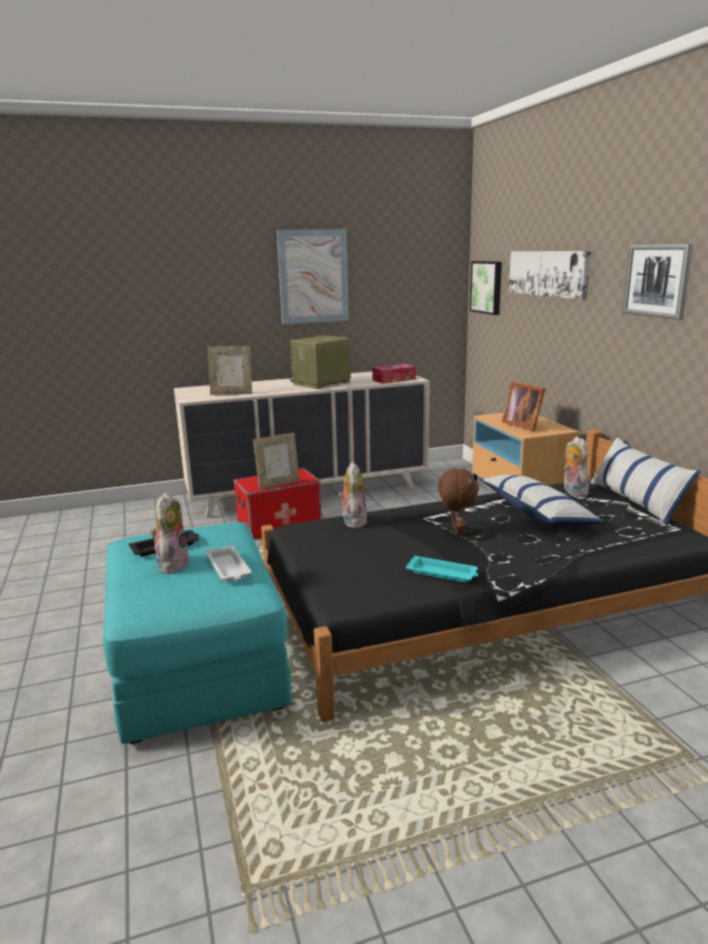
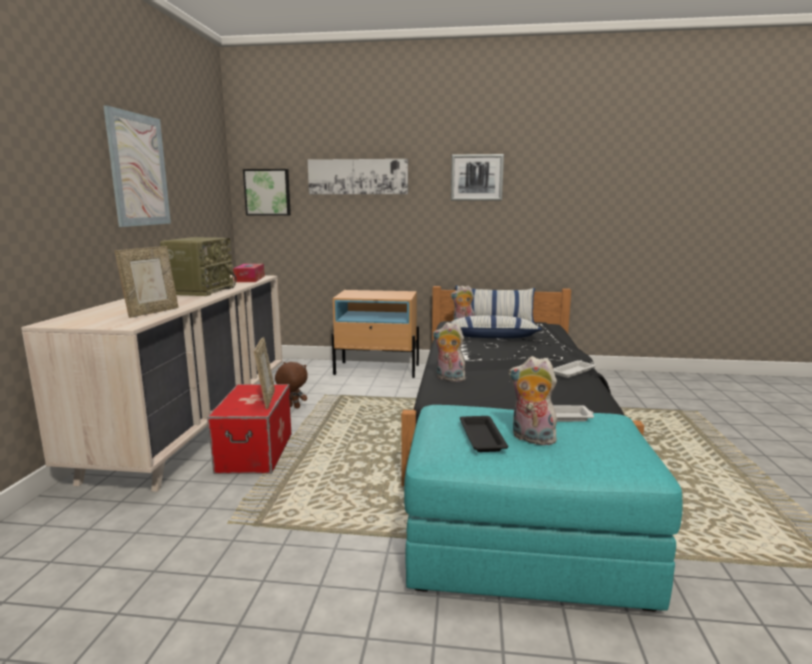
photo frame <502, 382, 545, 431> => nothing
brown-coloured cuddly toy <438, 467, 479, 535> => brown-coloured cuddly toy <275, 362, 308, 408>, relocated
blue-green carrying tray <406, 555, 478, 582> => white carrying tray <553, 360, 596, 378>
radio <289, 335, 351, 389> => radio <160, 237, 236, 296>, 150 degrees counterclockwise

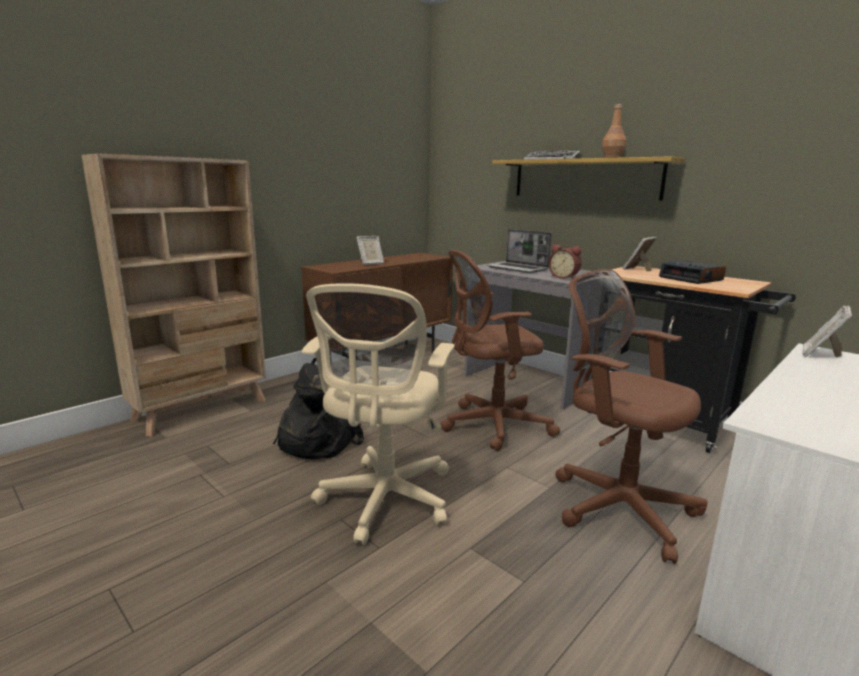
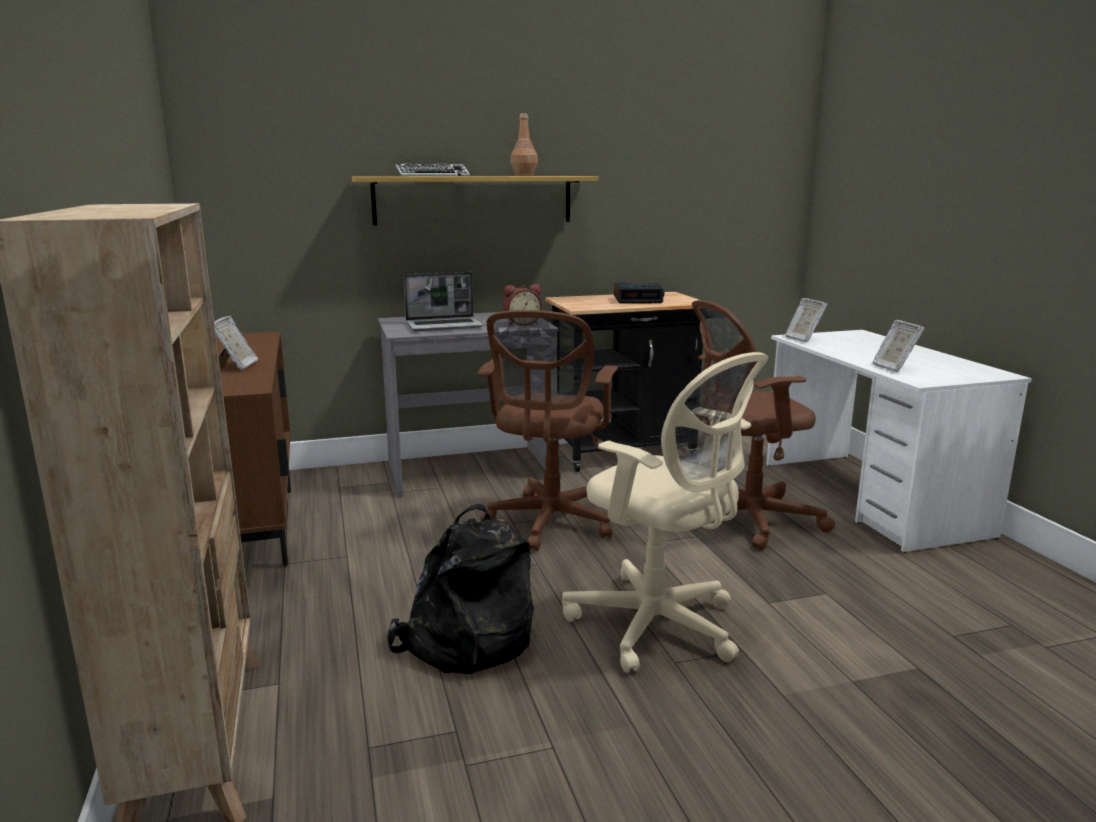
photo frame <622, 237, 657, 271> => photo frame <872, 320, 924, 372>, relocated

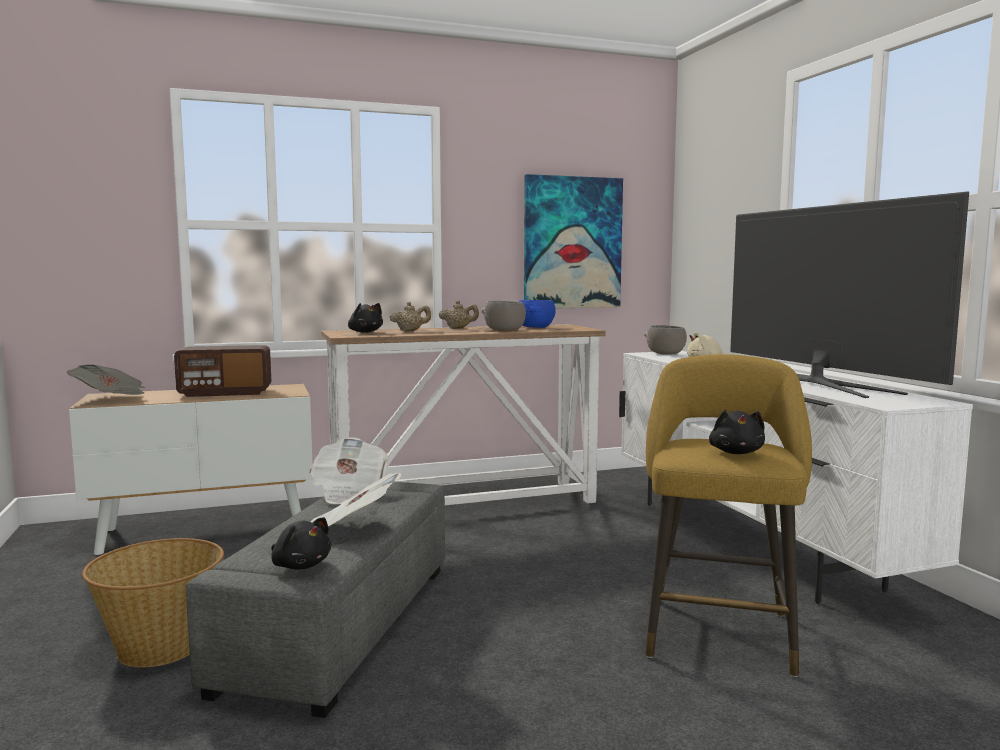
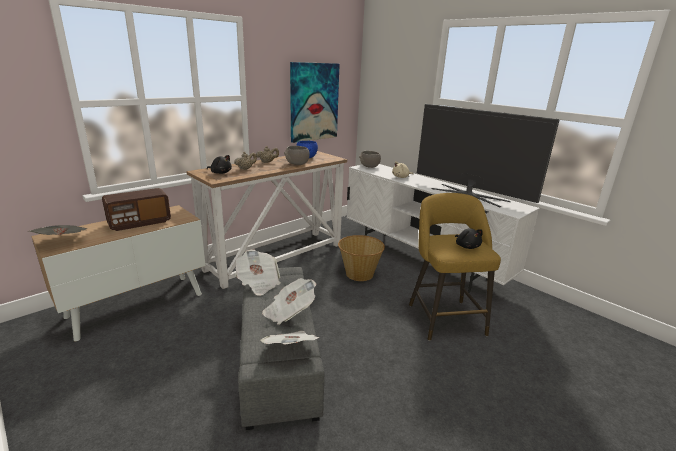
storage basket <82, 538, 224, 668> => storage basket <338, 235, 385, 281>, relocated
blackish cuddly toy <271, 517, 331, 570> => daily paper <261, 331, 320, 345>

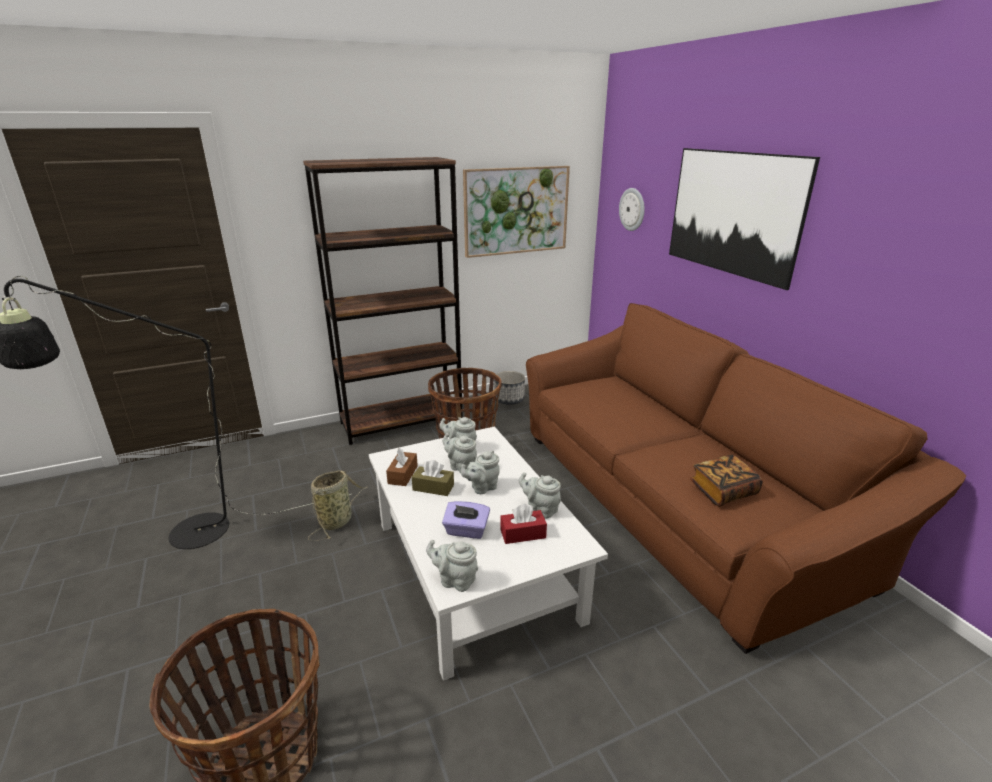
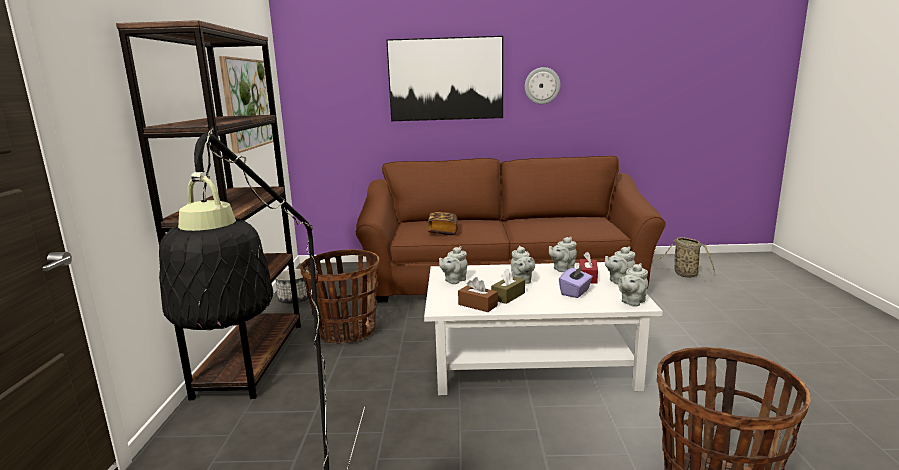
storage basket <308, 471, 367, 541> => storage basket <652, 237, 715, 279>, relocated
grey pot for tea <442, 433, 477, 473> => grey pot for tea <605, 247, 635, 284>, relocated
hanging clock <619, 188, 645, 231> => hanging clock <525, 67, 560, 104>, relocated
book <690, 455, 763, 506> => book <428, 212, 458, 235>, relocated

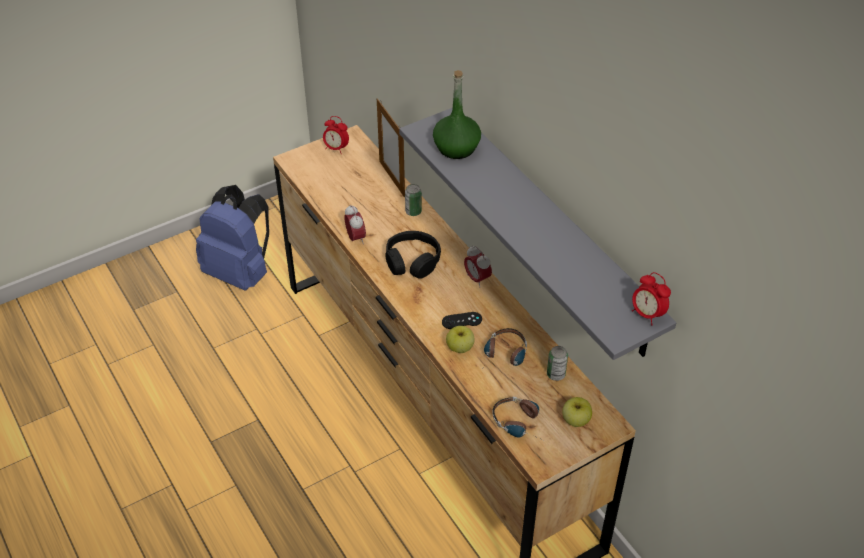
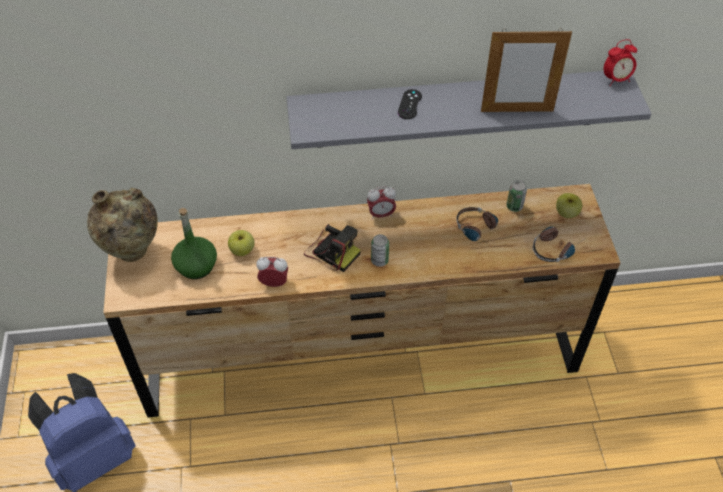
photo frame <377, 98, 405, 197> => photo frame <481, 28, 572, 112>, relocated
metal can <405, 184, 422, 216> => metal can <371, 234, 389, 267>, relocated
green-coloured drink bottle <433, 70, 481, 159> => green-coloured drink bottle <171, 208, 217, 279>, relocated
blackish joypad <442, 312, 482, 329> => blackish joypad <398, 89, 422, 119>, relocated
whole apple <446, 326, 475, 353> => whole apple <228, 230, 254, 256>, relocated
alarm clock <323, 116, 349, 154> => beige-coloured vase <87, 188, 158, 262>
blackish headphones <385, 231, 441, 279> => photo camera <304, 224, 361, 272>

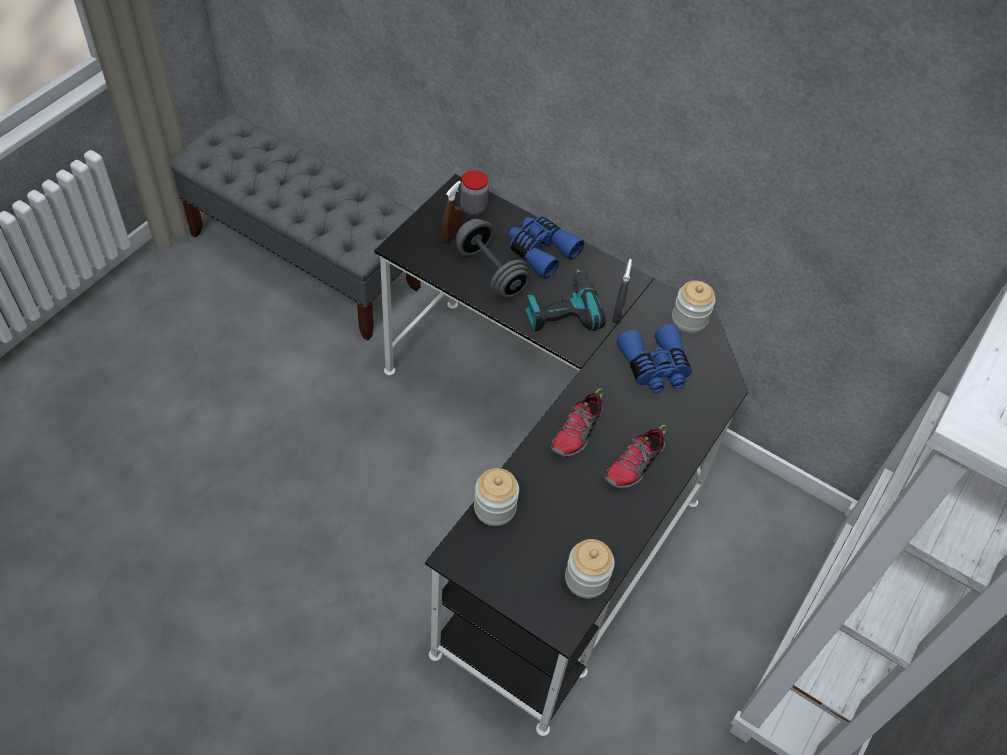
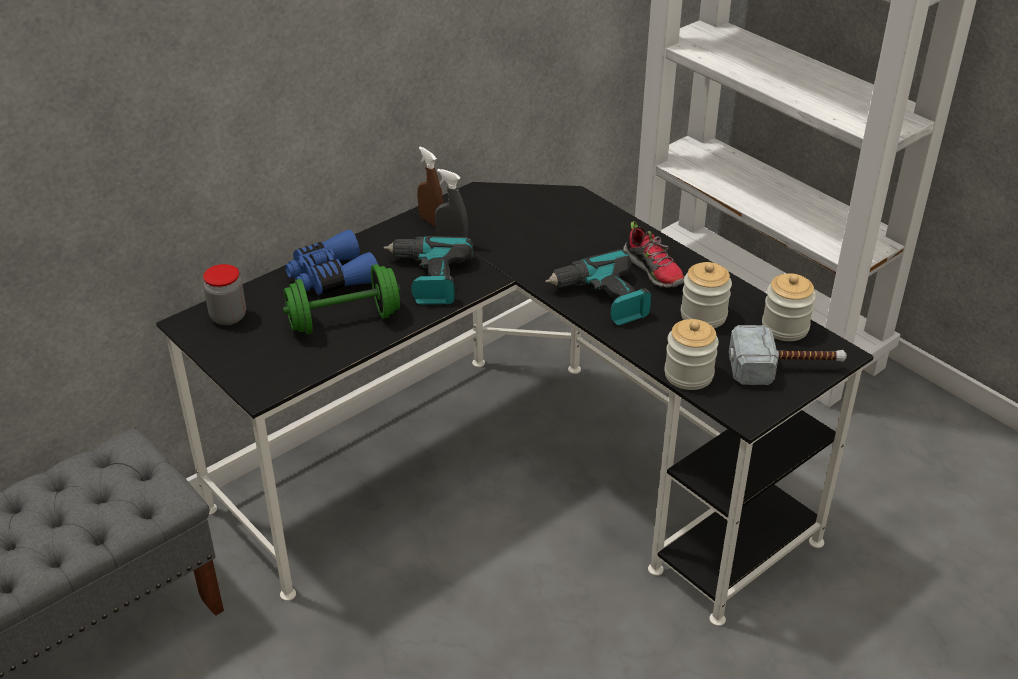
blue binoculars <617, 324, 692, 393> => nothing
nothing => tool hammer <729, 325, 847, 385>
brown-coloured sprayer <441, 181, 463, 243> => brown-coloured sprayer <417, 146, 443, 227>, relocated
jar <672, 280, 716, 333> => jar <681, 262, 732, 328>, relocated
shoe <551, 388, 603, 457> => power drill <545, 249, 652, 325>
grey dumbbell <456, 219, 530, 298> => green-coloured dumbbell <283, 264, 400, 334>

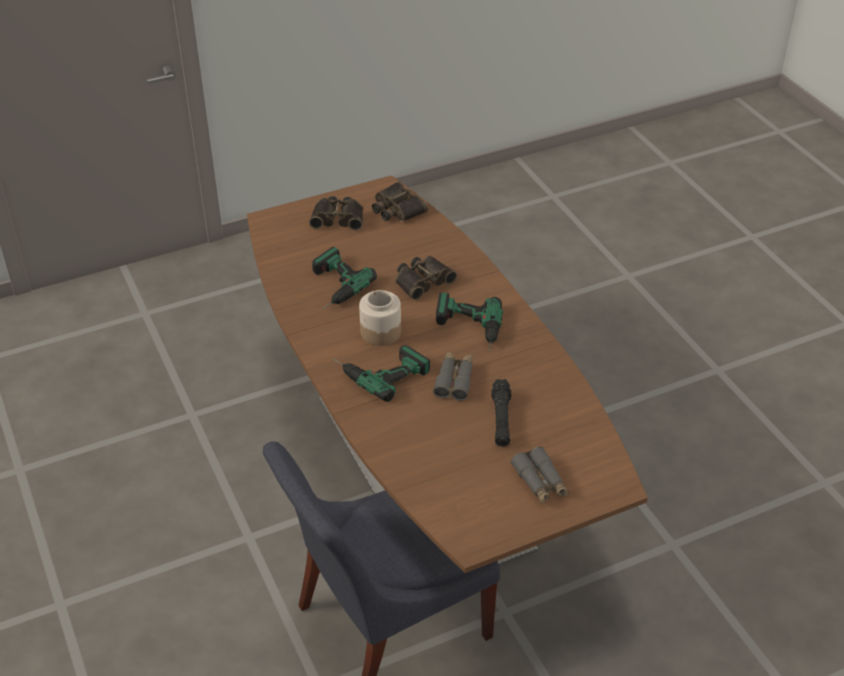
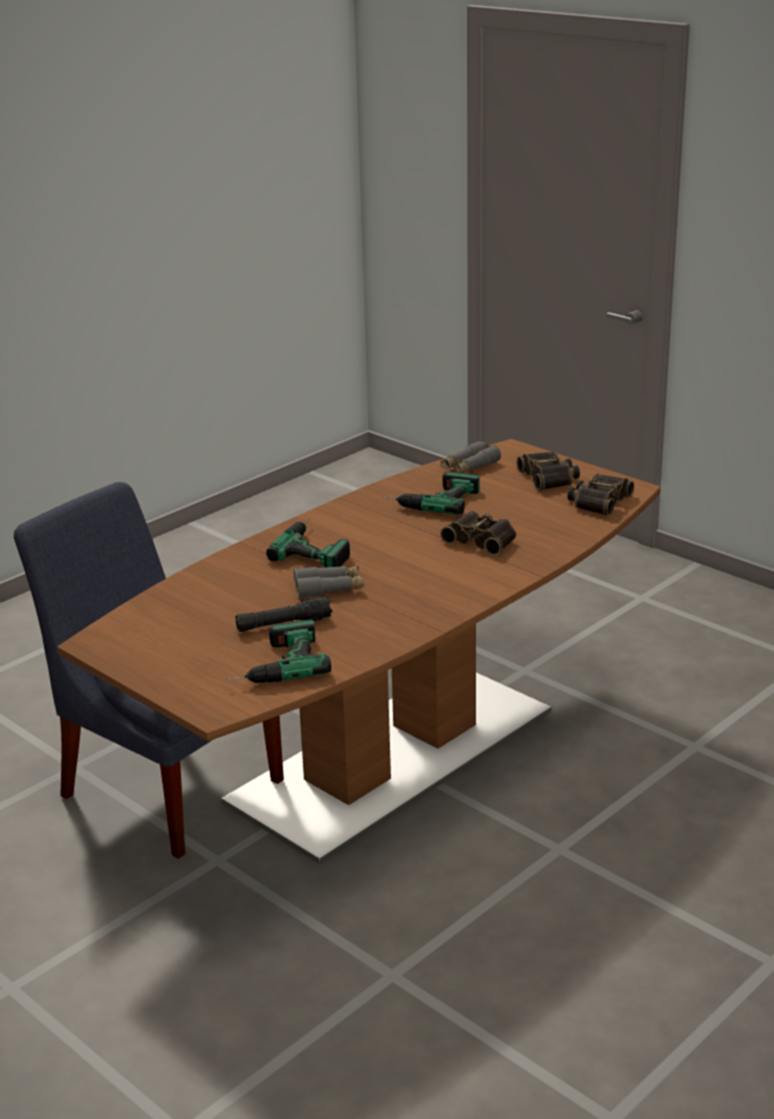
jar <359, 290, 401, 346> => nothing
power drill <436, 293, 503, 352> => power drill <226, 619, 331, 683>, relocated
grey binoculars <511, 447, 569, 504> => grey binoculars <440, 441, 501, 473>, relocated

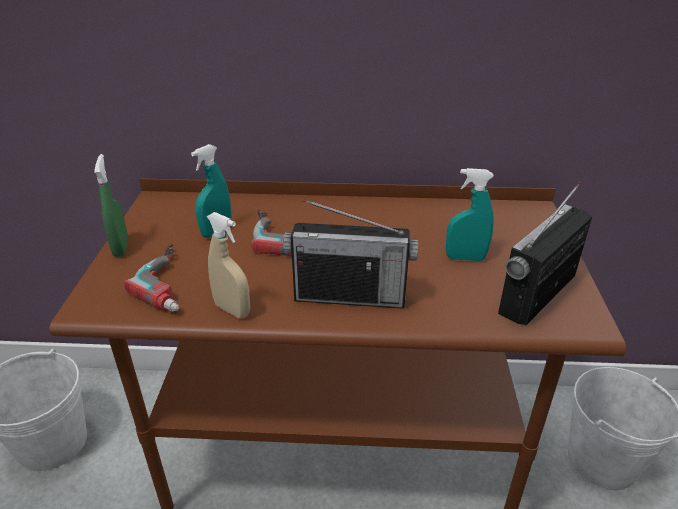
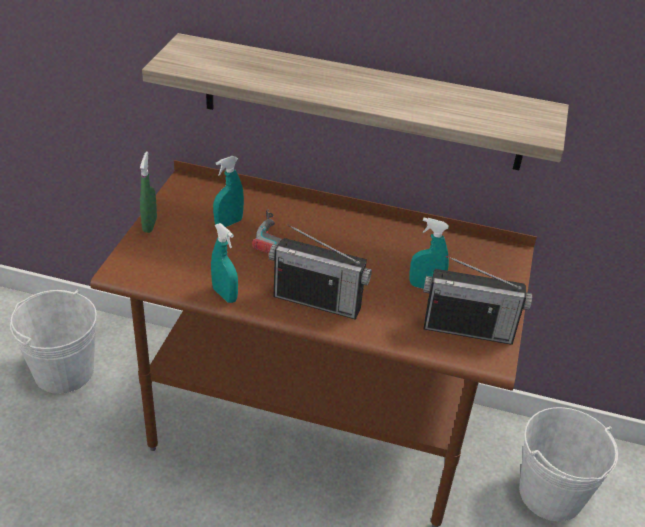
power drill <124, 244, 180, 312> => nothing
nothing => bracket shelf <142, 33, 569, 170>
beige-coloured sprayer <207, 212, 250, 318> => blue-green sprayer <211, 223, 238, 303>
radio <498, 182, 592, 325> => radio <423, 255, 532, 345>, 135 degrees counterclockwise

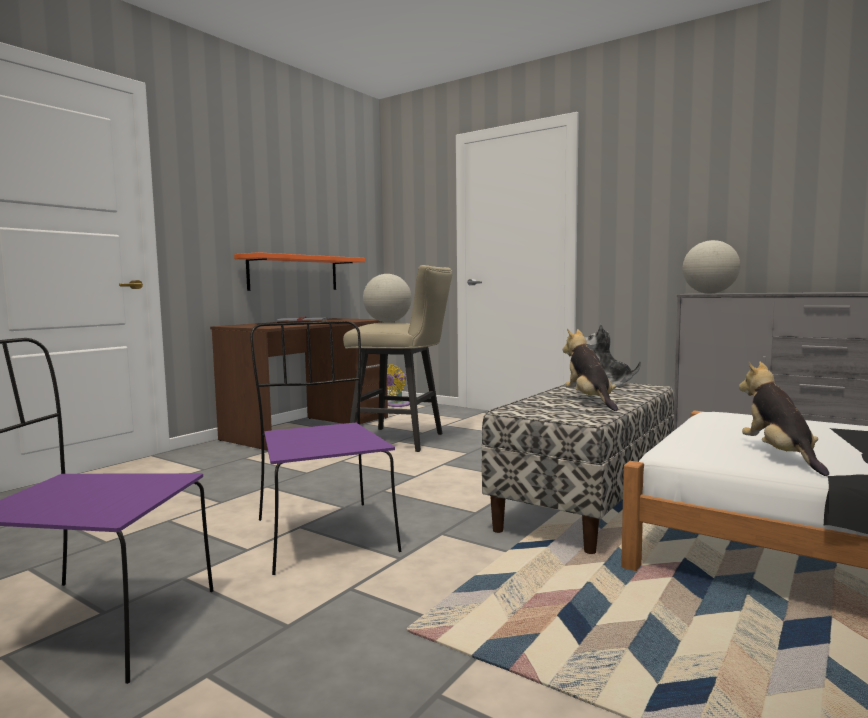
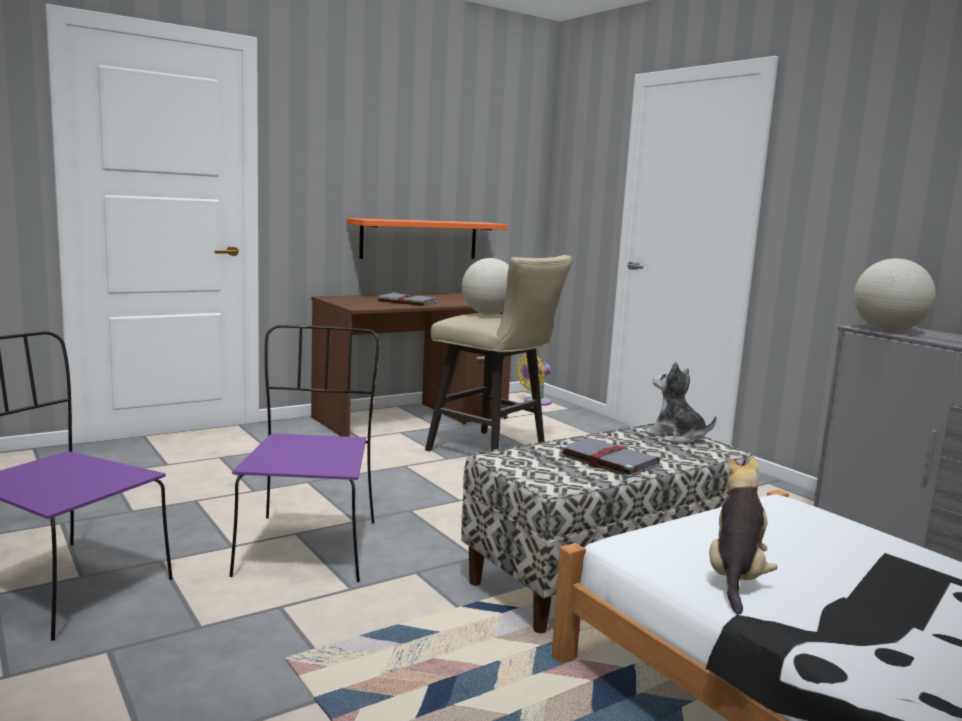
cuddly toy <563, 328, 618, 411> => grey book <559, 438, 660, 478>

